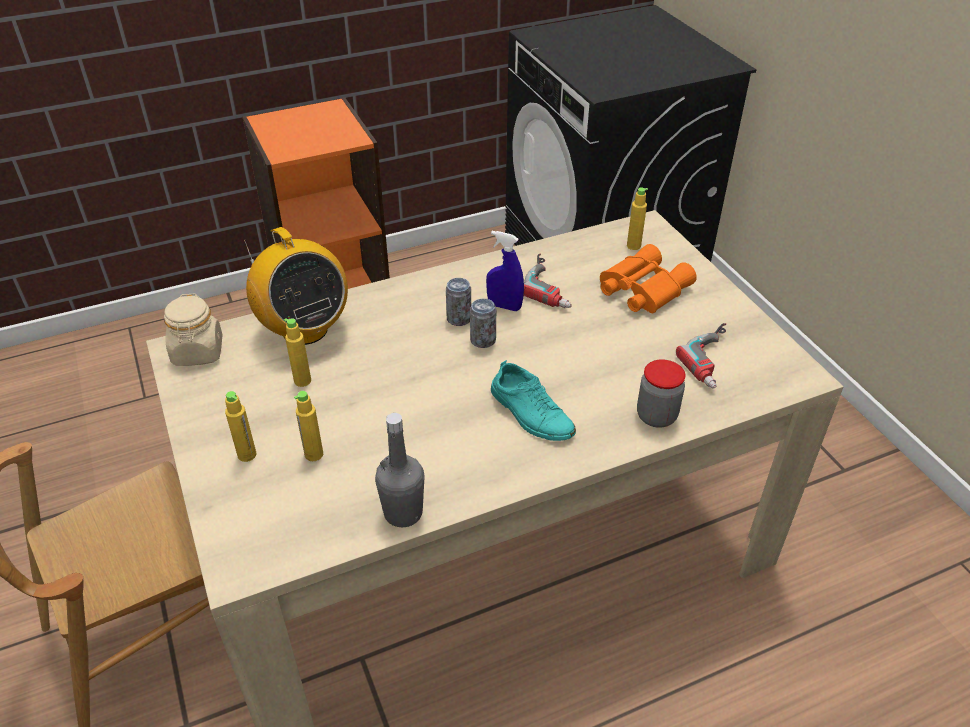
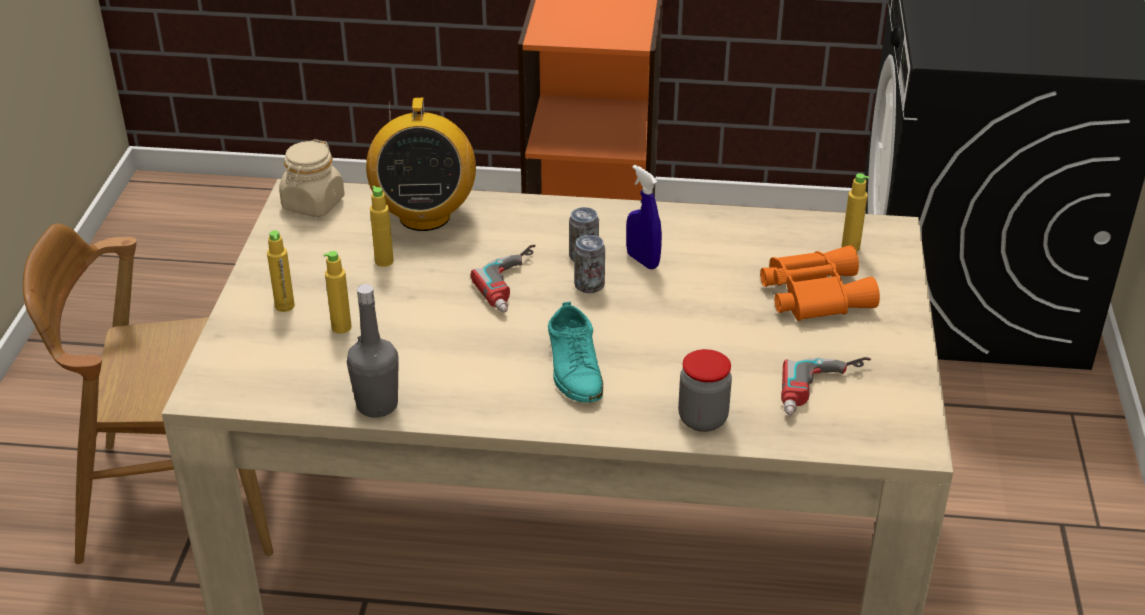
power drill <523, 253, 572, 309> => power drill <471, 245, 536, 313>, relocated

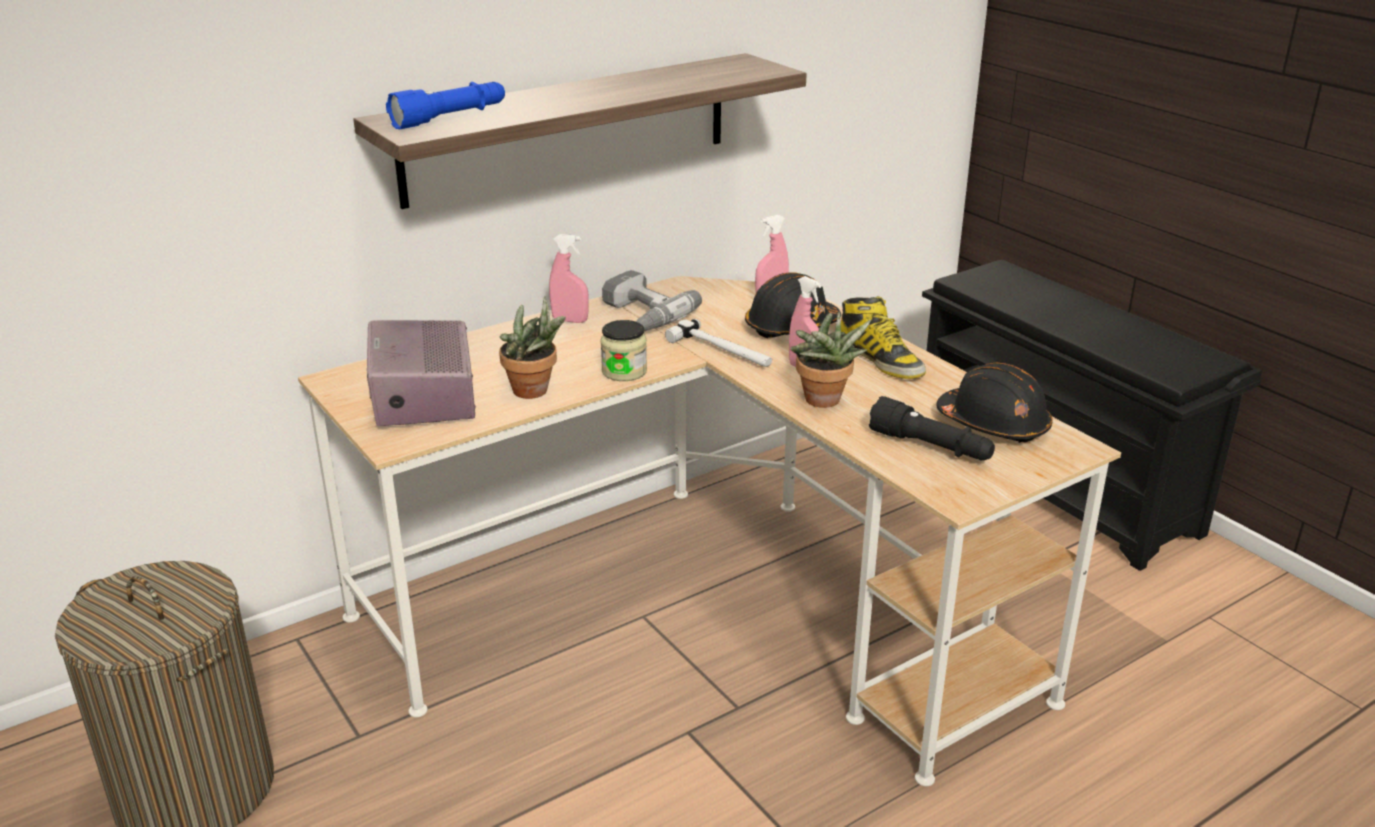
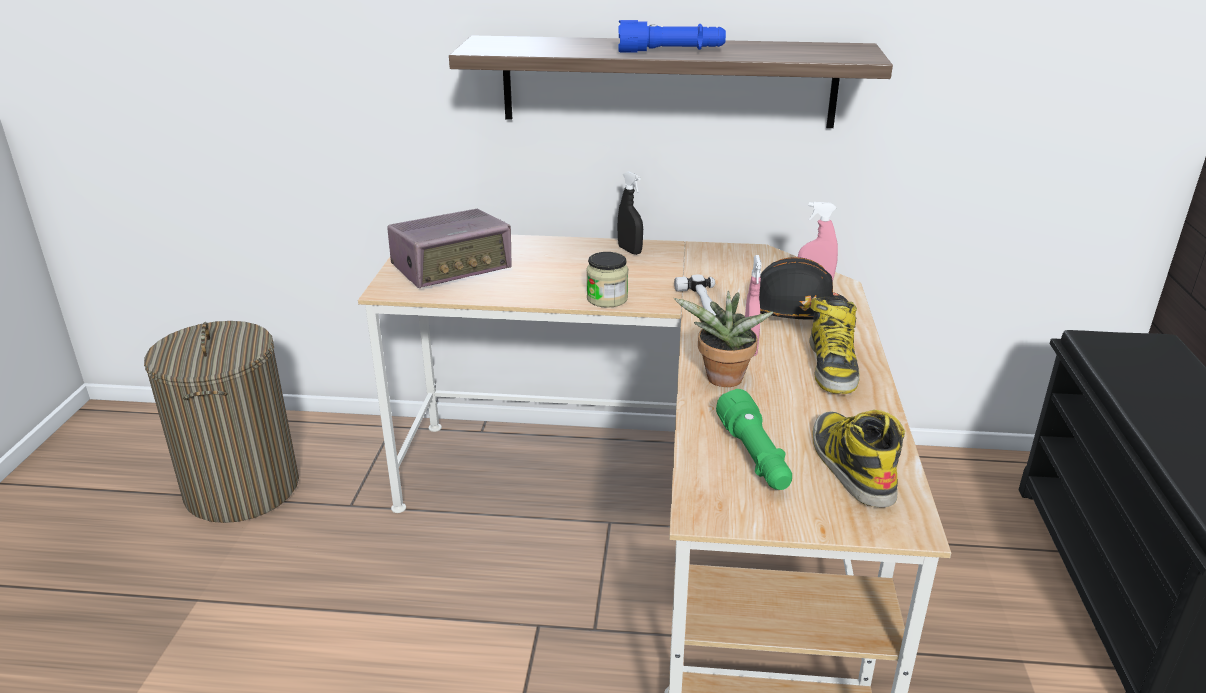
potted plant <499, 296, 566, 399> => nothing
power drill <602, 270, 702, 331> => nothing
blue hand torch <386, 82, 505, 129> => blue hand torch <618, 20, 726, 52>, relocated
blackish safety helmet <936, 362, 1053, 443> => tall boot <813, 410, 905, 507>
pink-coloured sprayer <549, 234, 589, 323> => blackish sprayer <618, 171, 643, 255>
blackish hand torch <869, 396, 995, 460> => green-coloured hand torch <716, 389, 792, 490>
radio <367, 320, 476, 426> => radio <387, 209, 511, 288>, 150 degrees counterclockwise

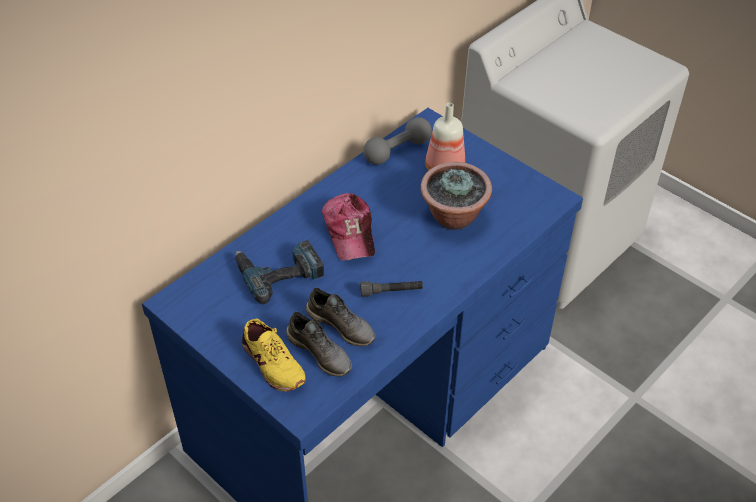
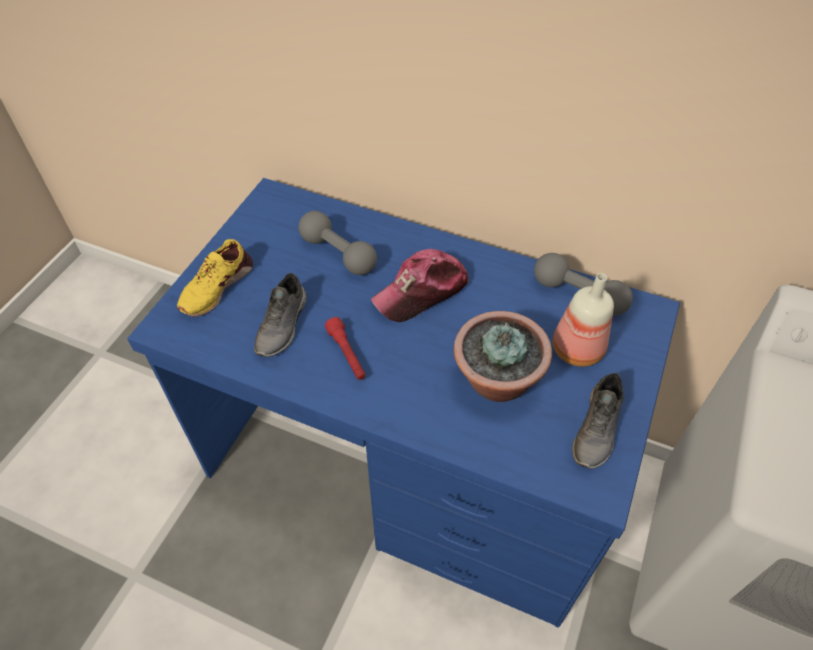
grey shoe <286, 312, 352, 377> => grey shoe <572, 373, 623, 469>, relocated
power drill <235, 240, 324, 304> => grey dumbbell <299, 211, 377, 275>
grey hand torch <360, 281, 423, 297> => red hand torch <325, 317, 366, 380>

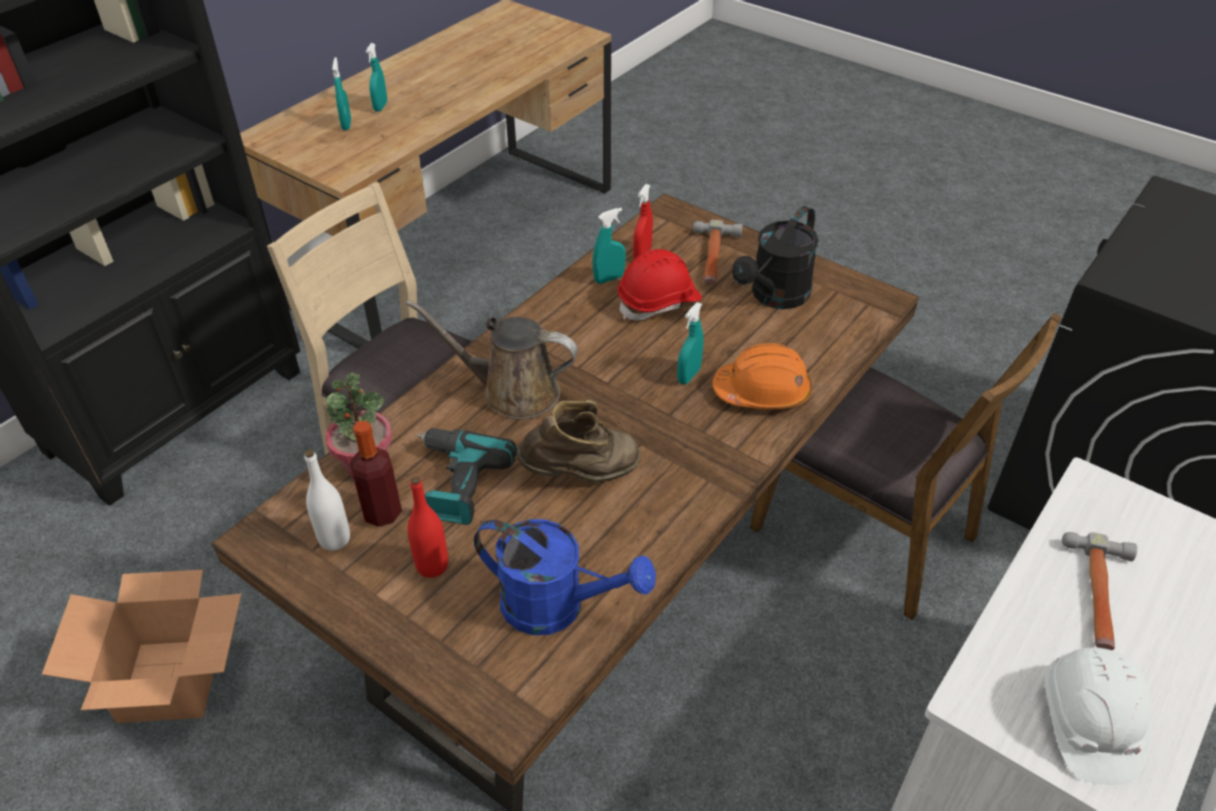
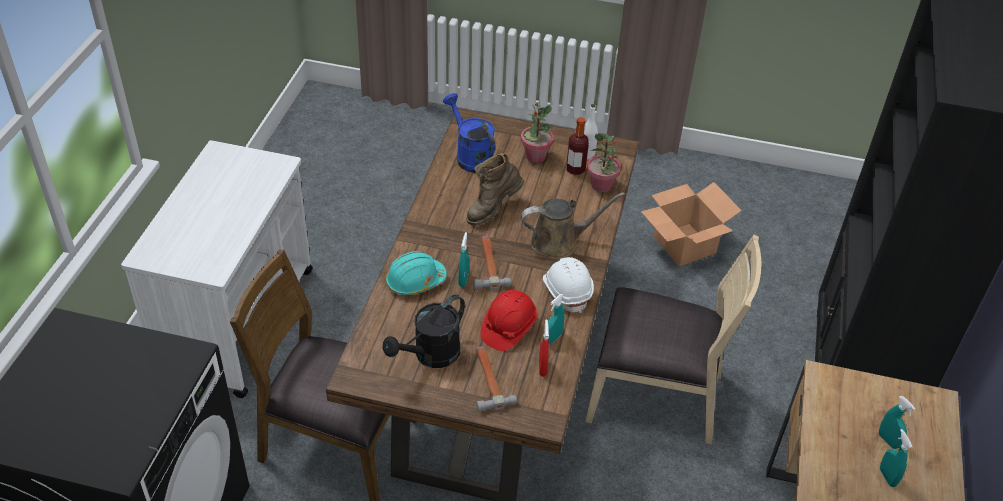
power drill <417, 428, 517, 525> => nothing
white safety helmet <1044, 647, 1151, 785> => white safety helmet <543, 257, 594, 313>, relocated
tool hammer <1062, 532, 1137, 650> => tool hammer <474, 236, 511, 290>, relocated
red drink bottle <408, 476, 448, 578> => potted plant <521, 103, 554, 163>
orange-coloured safety helmet <712, 343, 812, 410> => blue-green safety helmet <385, 251, 447, 295>
blue watering pot <474, 519, 656, 635> => blue watering pot <443, 93, 495, 173>, 60 degrees clockwise
blackish watering pot <732, 206, 819, 309> => blackish watering pot <383, 295, 465, 368>, 150 degrees counterclockwise

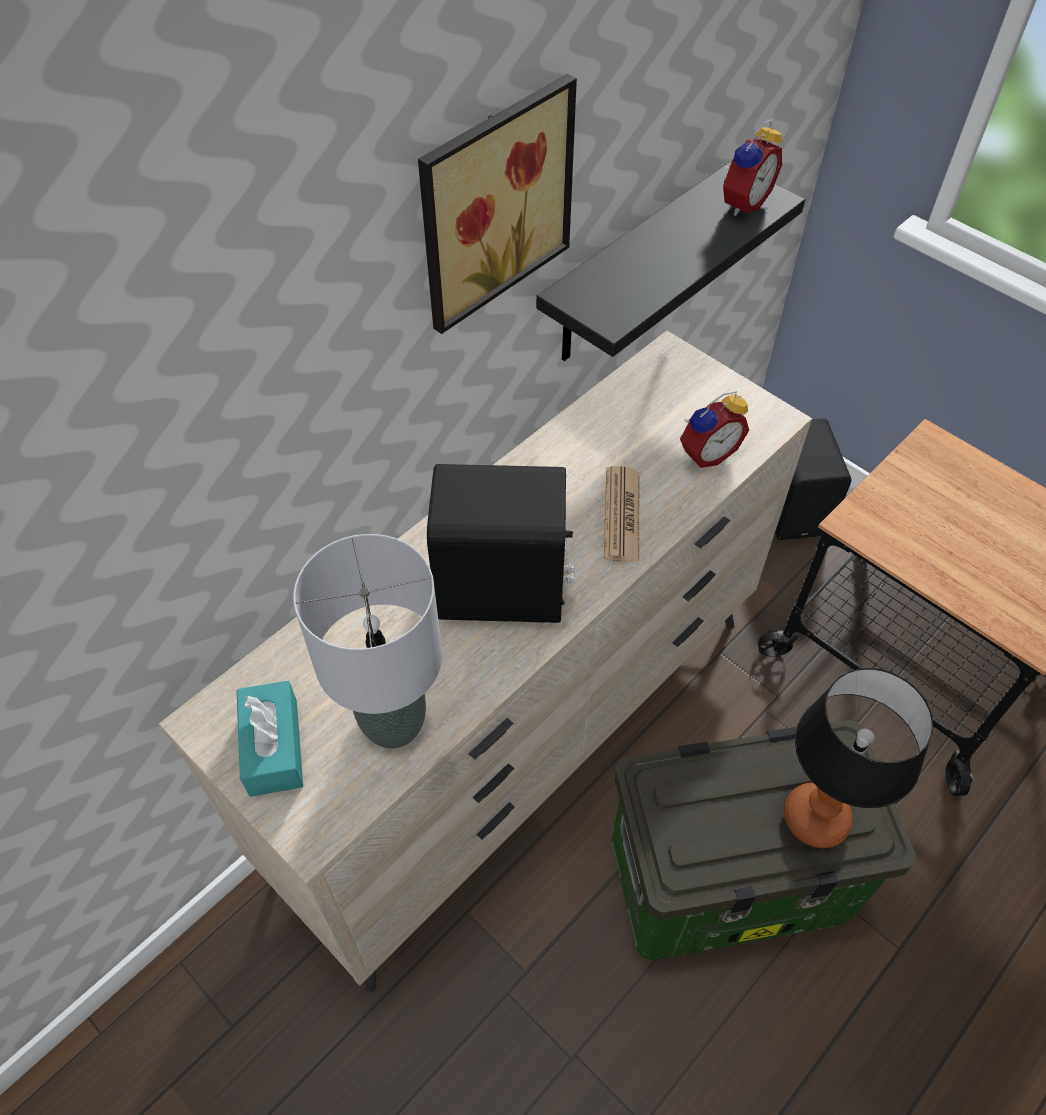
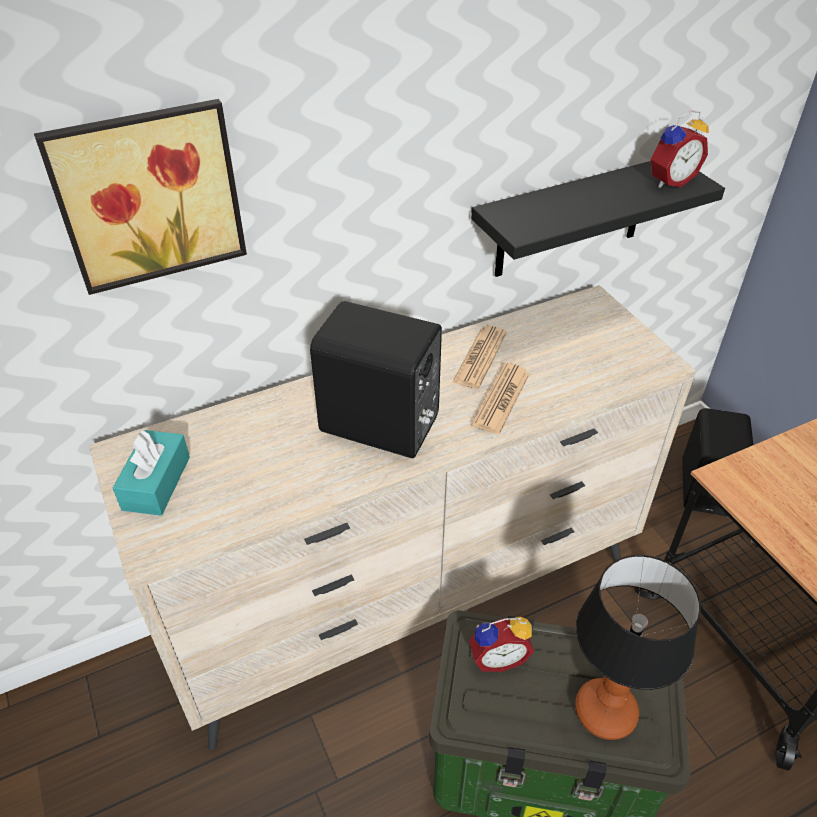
grey lamp for a table <293, 534, 442, 749> => nothing
nothing => daily paper <452, 326, 507, 389>
wall art <418, 74, 577, 334> => wall art <34, 99, 247, 295>, relocated
alarm clock <680, 391, 749, 468> => alarm clock <469, 617, 534, 672>, relocated

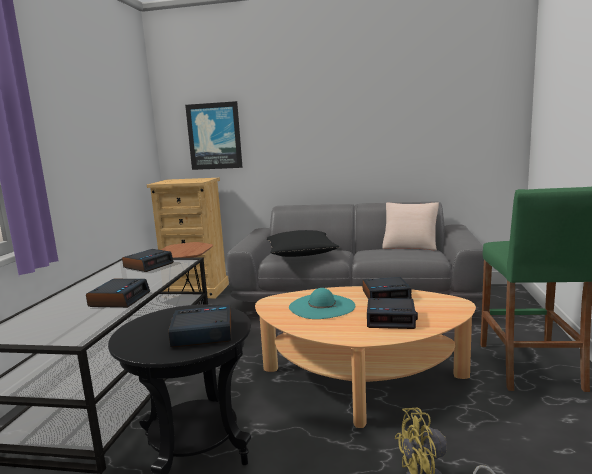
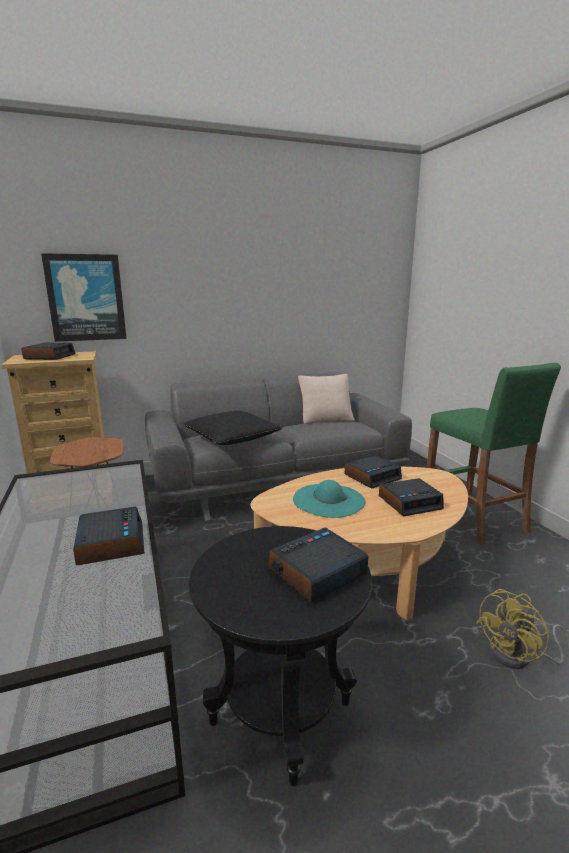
alarm clock <122, 249, 174, 272> => alarm clock <21, 342, 75, 360>, relocated

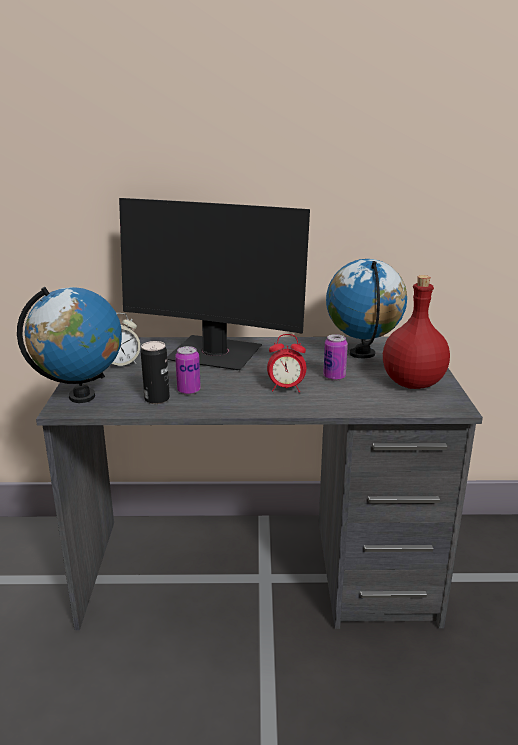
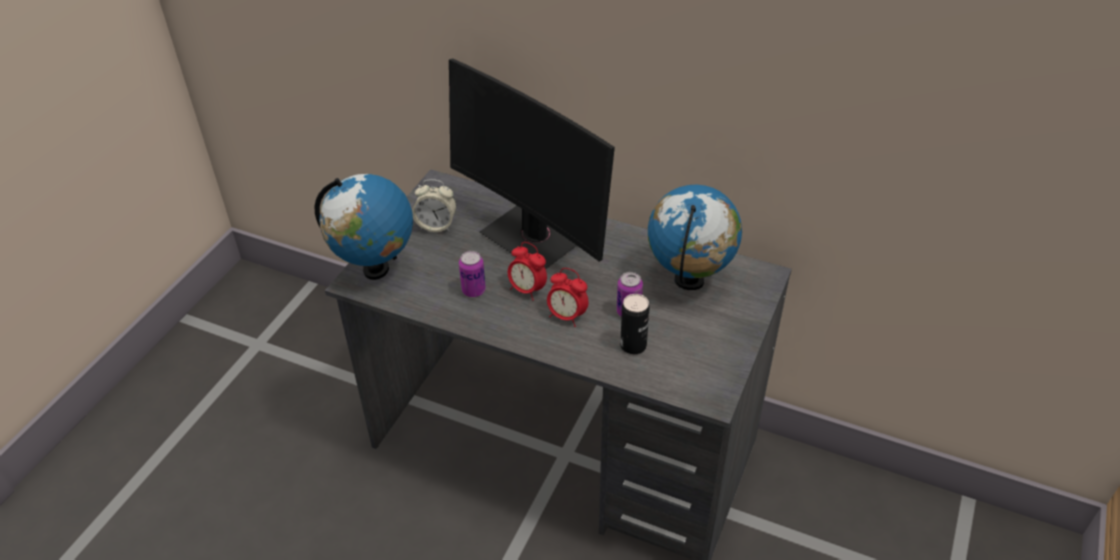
red drink bottle <383, 275, 450, 389> => nothing
nothing => alarm clock <508, 242, 547, 300>
metal can <141, 341, 170, 404> => metal can <620, 294, 650, 354>, relocated

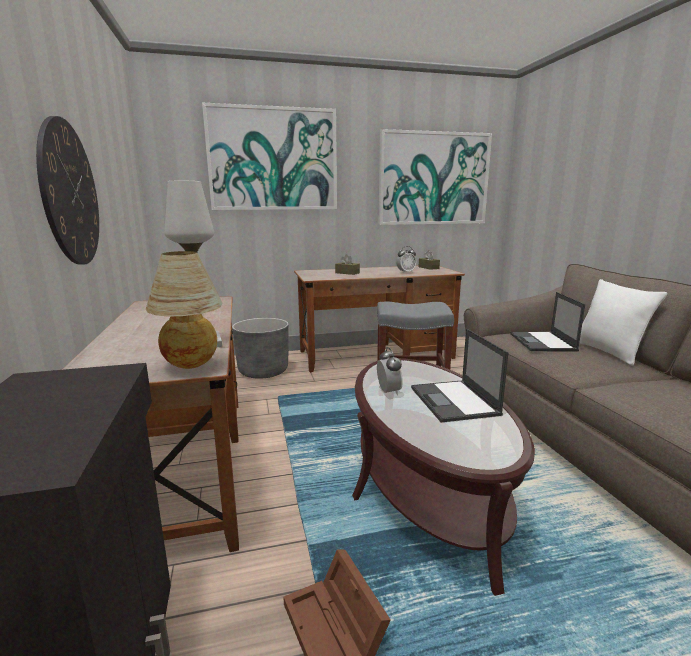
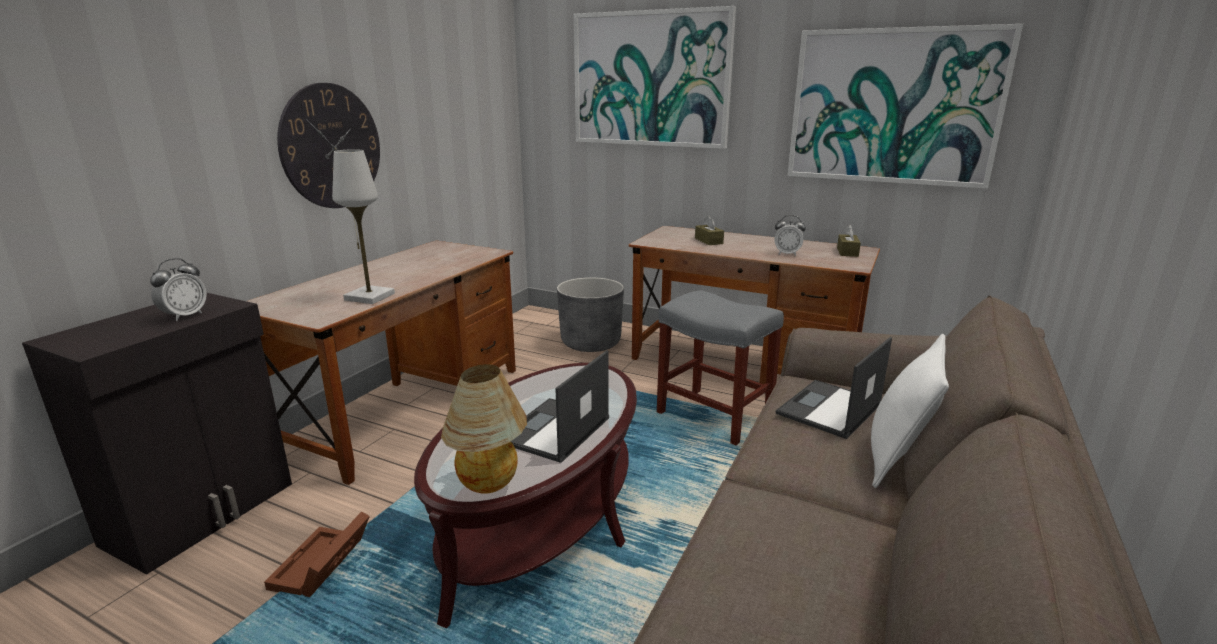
lamp for a table <146, 251, 223, 369> => lamp for a table <441, 364, 527, 494>, relocated
alarm clock <377, 347, 403, 396> => alarm clock <150, 258, 207, 321>, relocated

